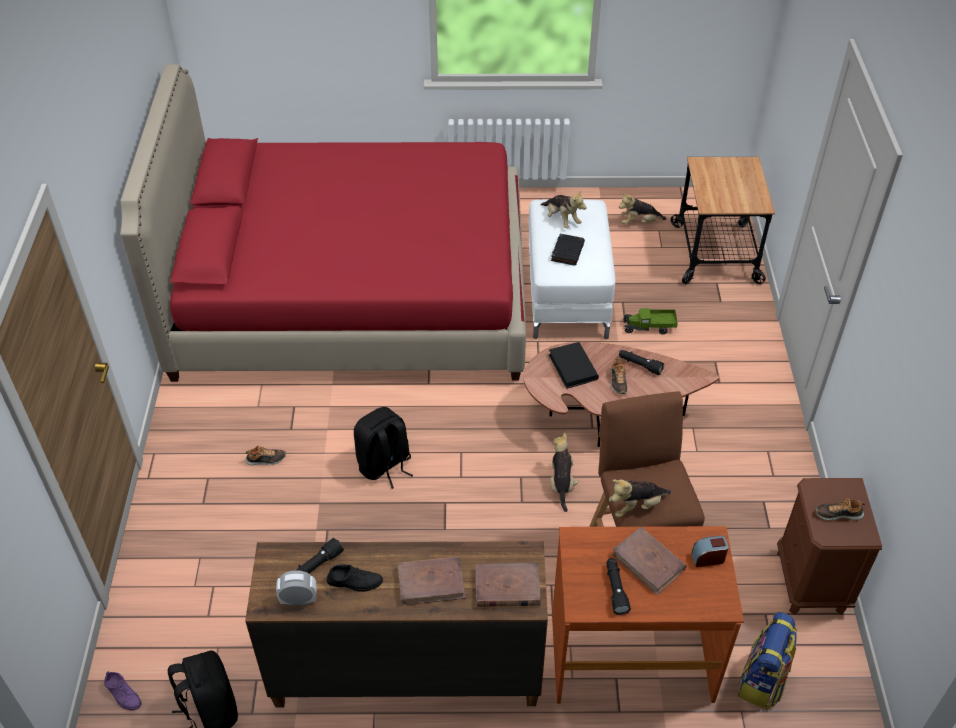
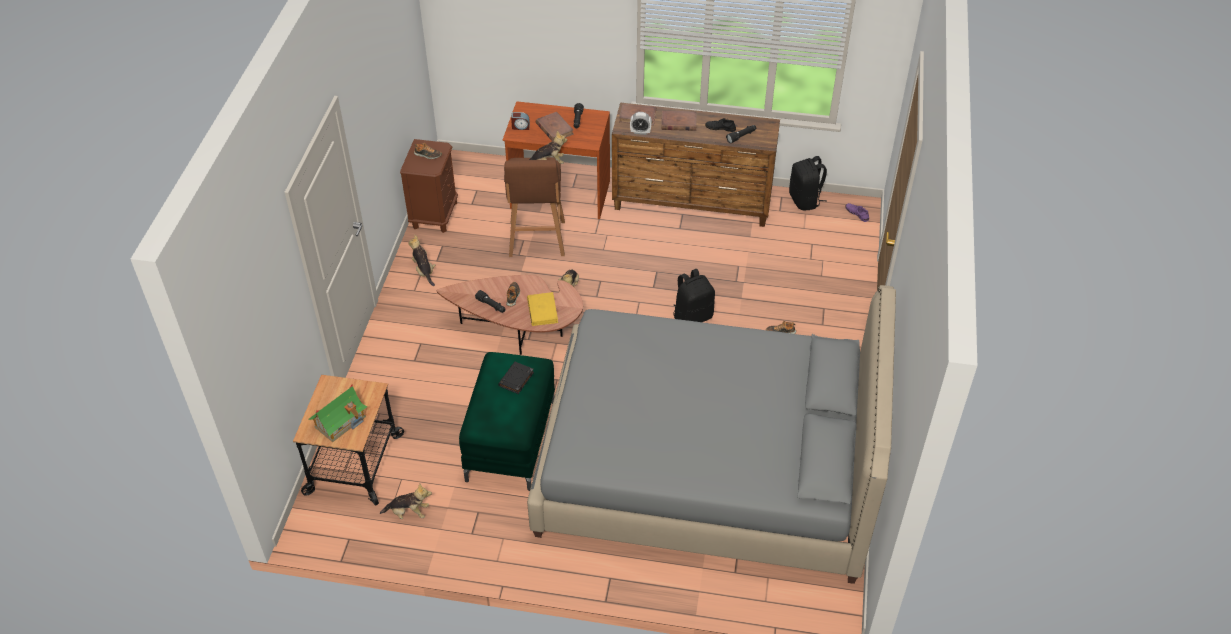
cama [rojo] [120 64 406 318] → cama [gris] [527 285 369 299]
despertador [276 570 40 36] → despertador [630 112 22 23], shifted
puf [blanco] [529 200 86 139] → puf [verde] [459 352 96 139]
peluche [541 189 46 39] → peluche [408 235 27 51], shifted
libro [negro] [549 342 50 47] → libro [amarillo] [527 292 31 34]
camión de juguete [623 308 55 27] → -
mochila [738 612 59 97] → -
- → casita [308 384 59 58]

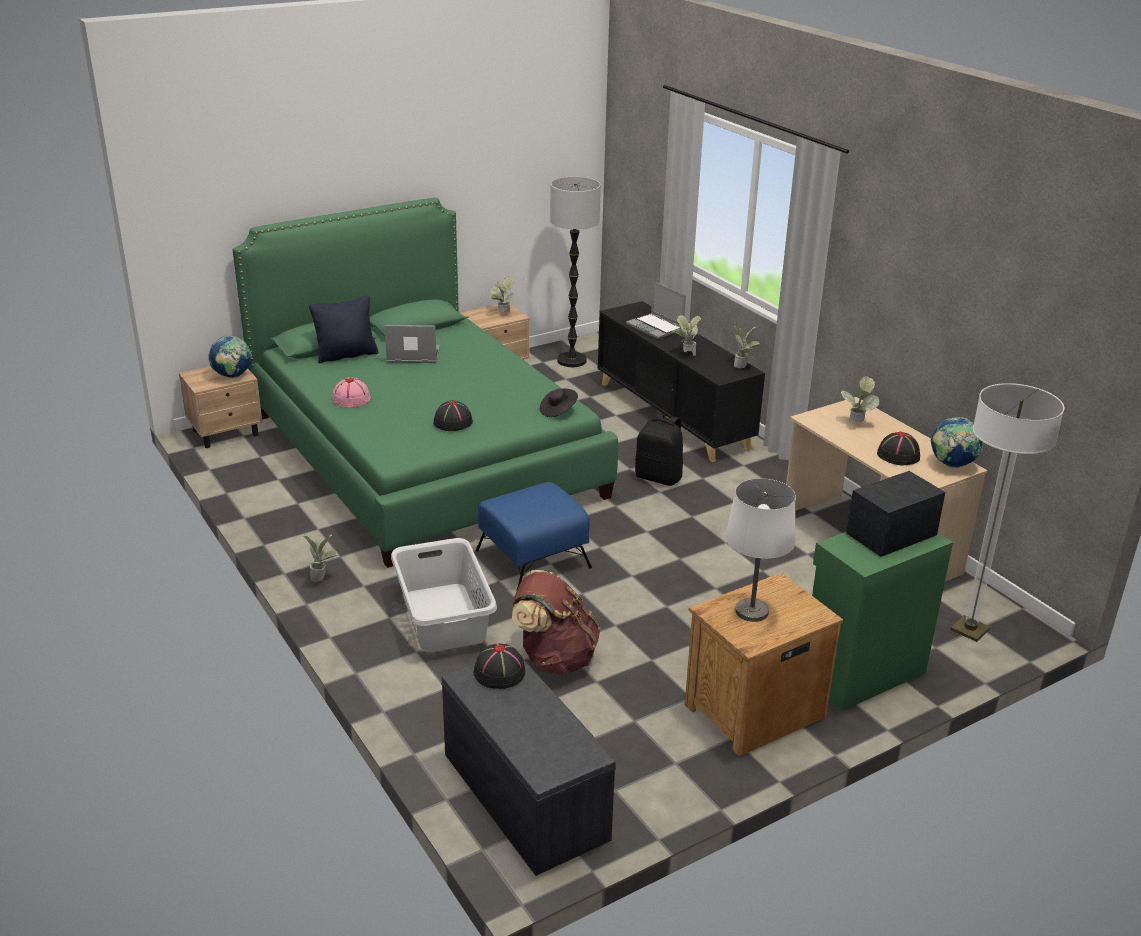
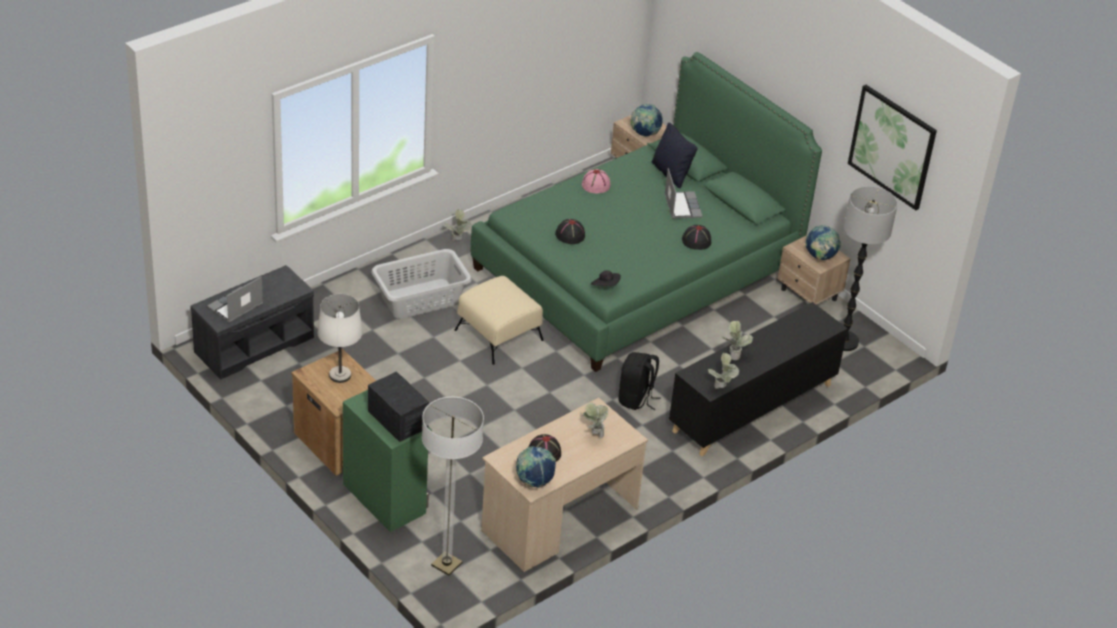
sombrero [negro] [474 644 51 45] → sombrero [negro] [682 225 29 25], shifted
puf [azul] [476 482 116 110] → puf [beis] [455 276 89 89]
planta en maceta [490 277 24 36] → globo terráqueo [805 225 36 35]
mochila [marrón] [512 570 88 104] → -
portátil [626 281 60 58] → portátil [207 276 56 47], shifted
- → cuadro [848 85 89 125]

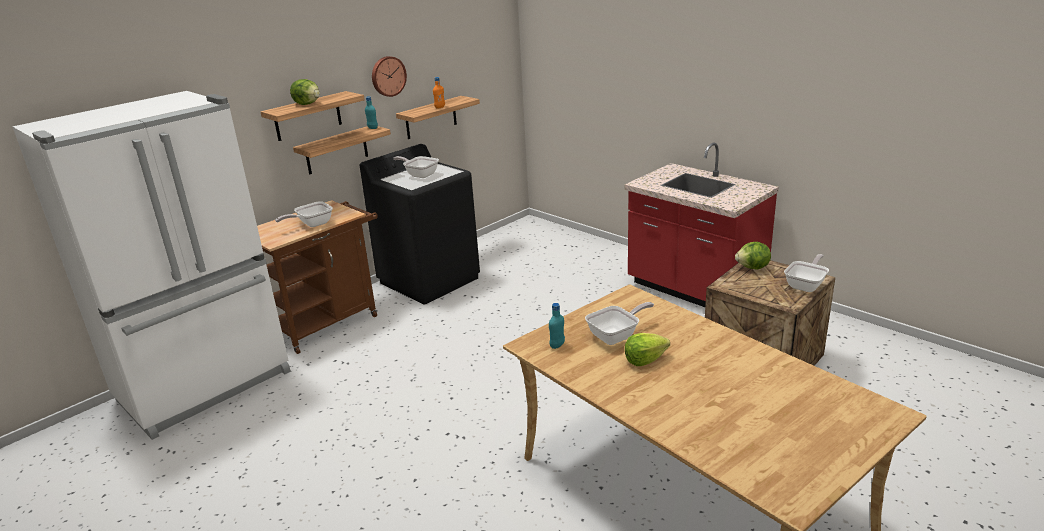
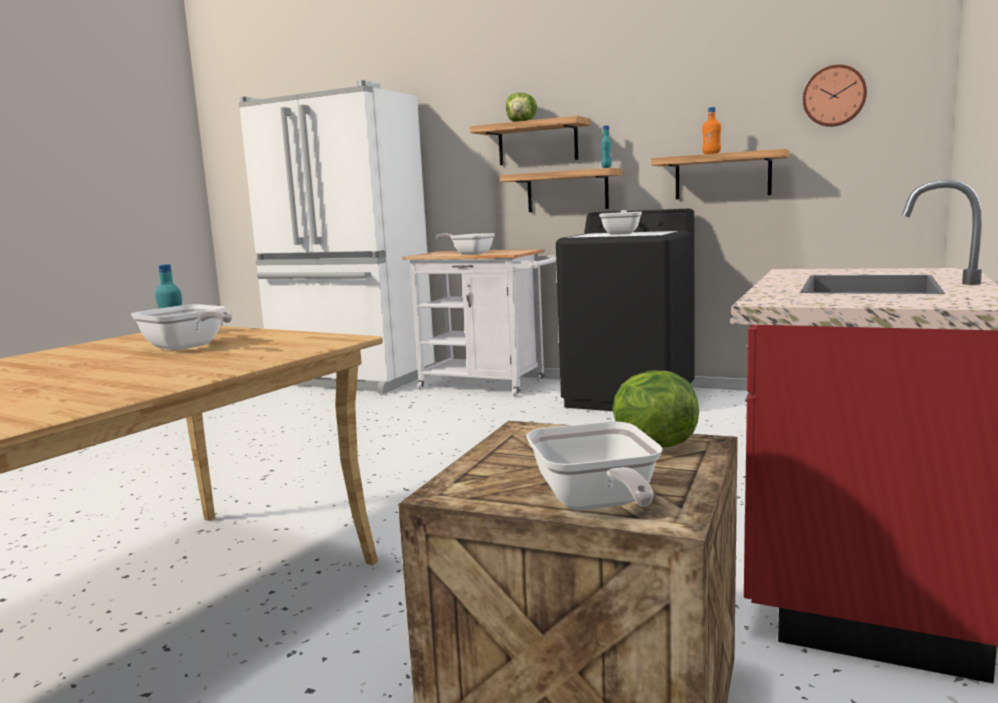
carrito [marrón] [257 200 121 154] → carrito [blanco] [402 249 154 148]
reloj de pared [372 56 35 41] → reloj de pared [803 65 64 62], shifted
lechuga [625 333 45 33] → -
sartén [784 254 45 38] → sartén [526 421 137 90], 60 degrees clockwise

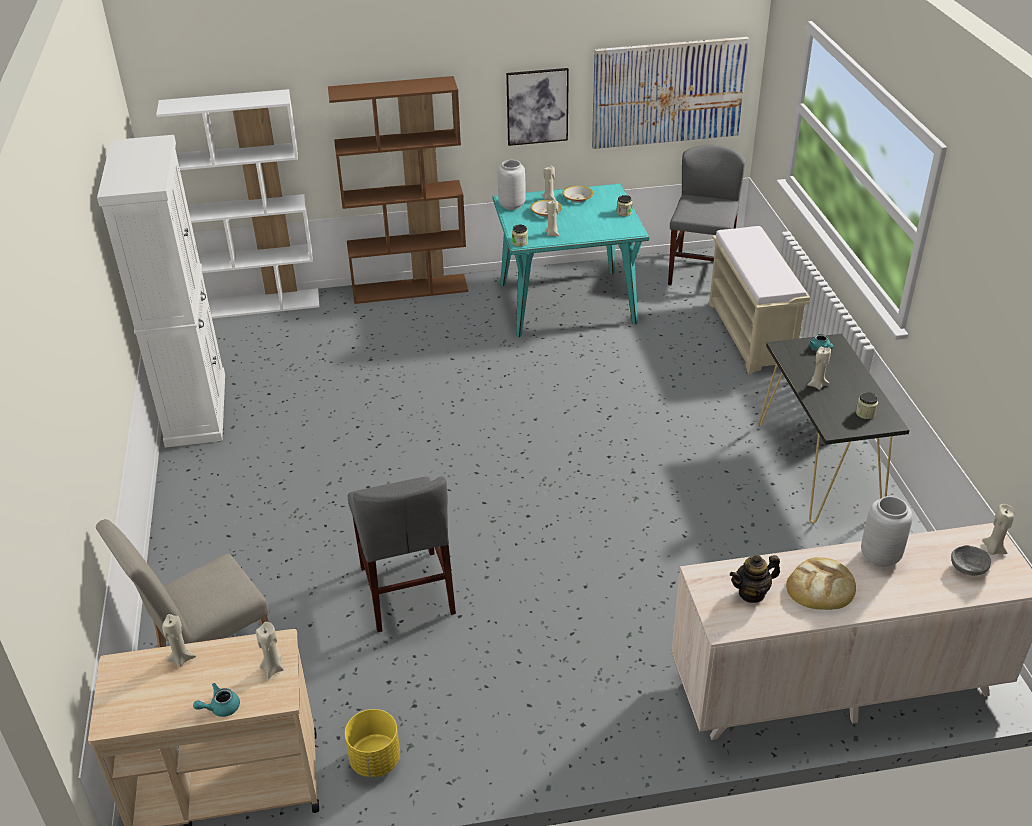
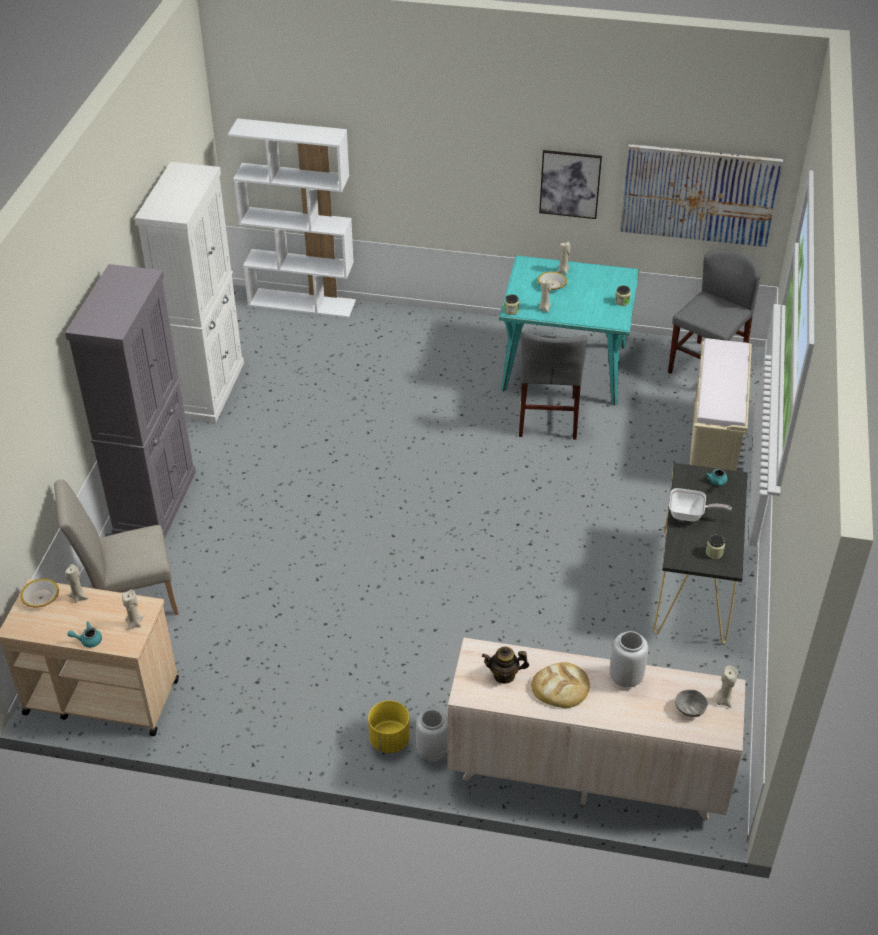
estantería [marrón] [328 76 140 228] → -
maceta [amarillo] [345 709 55 68] → maceta [amarillo] [368 701 42 52], shifted
silla [gris] [348 476 108 156] → silla [gris] [519 331 68 109], shifted
florero [gris] [498 160 28 50] → florero [gris] [416 710 32 51], shifted
cuenco [562 186 31 17] → cuenco [20 579 39 29], shifted
vela [beis] [807 347 24 43] → sartén [669 488 63 34]
- → armario [gris] [65 264 131 275]

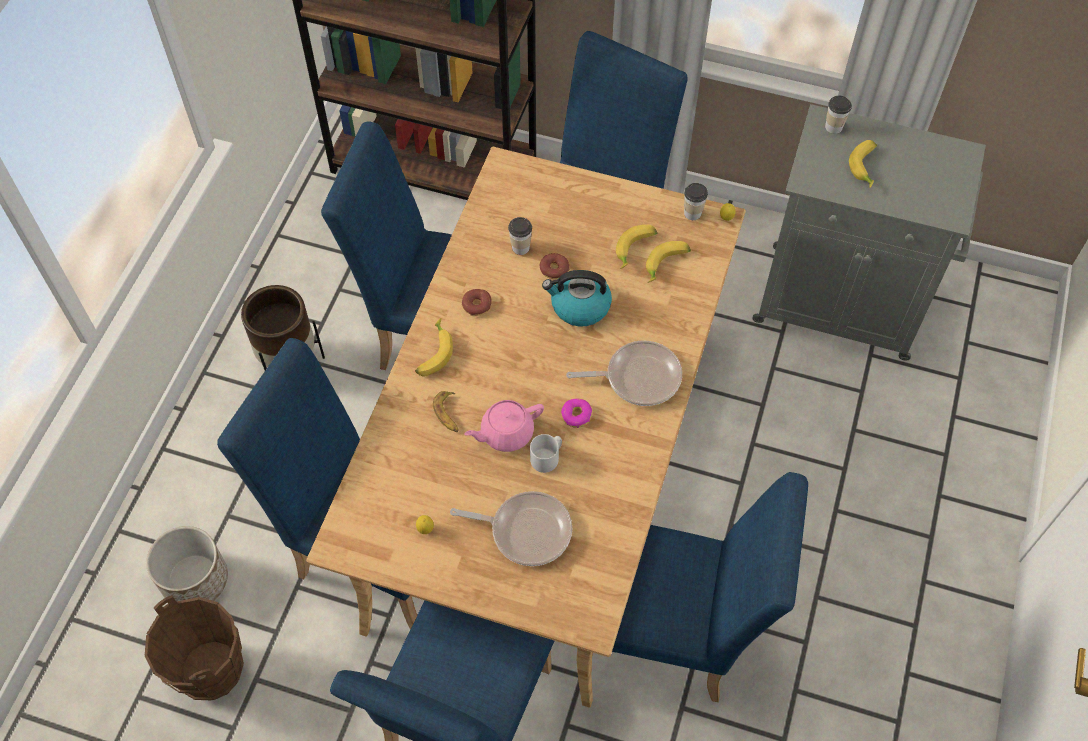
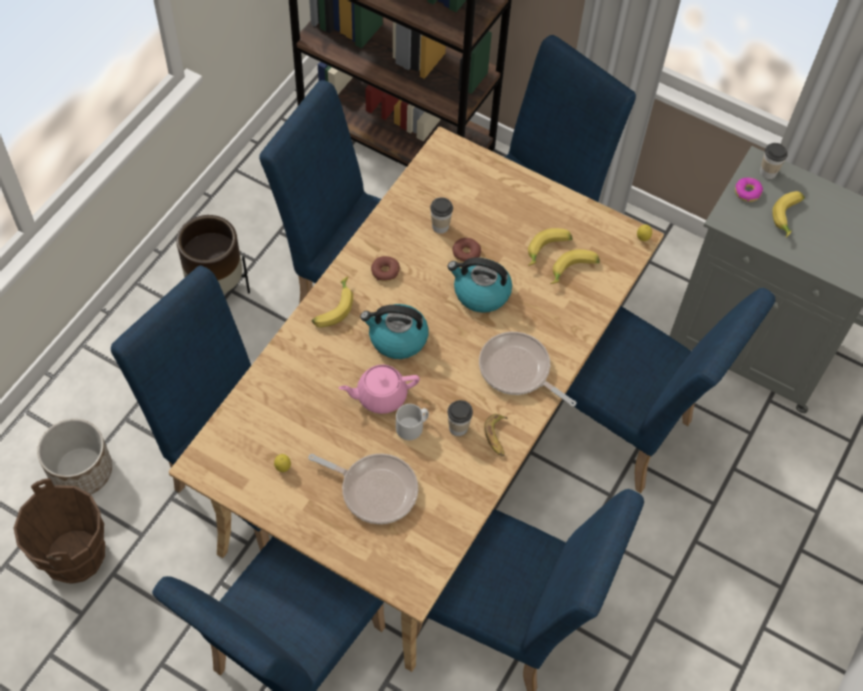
plátano [433 391 26 41] → plátano [484 414 24 43], shifted
rosquilla [561 399 31 29] → rosquilla [735 178 28 24], shifted
sartén [566 340 116 66] → sartén [479 332 97 75], 150 degrees counterclockwise
taza [684 183 24 37] → taza [448 400 25 36], shifted
- → hervidor [360 304 68 55]
- → silla [azul] [566 288 209 205]

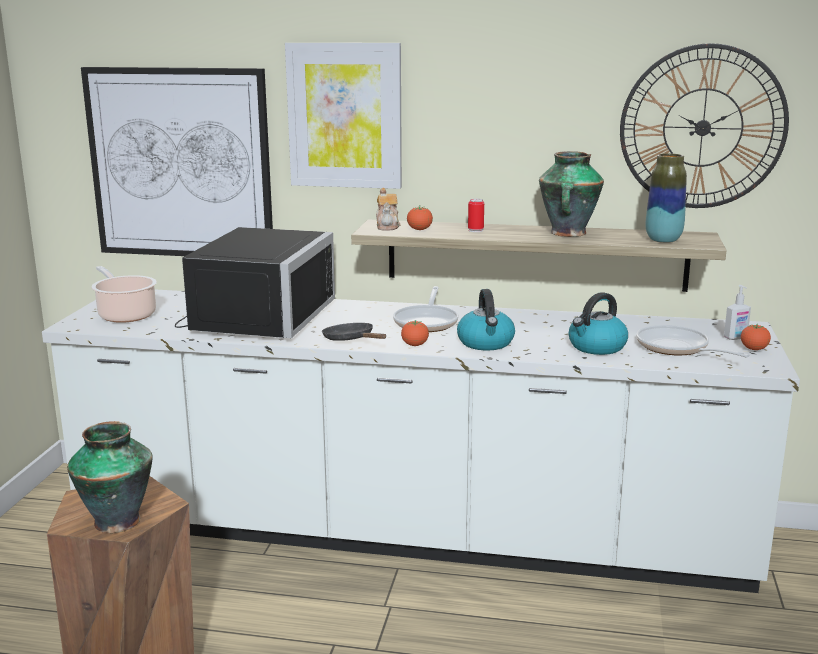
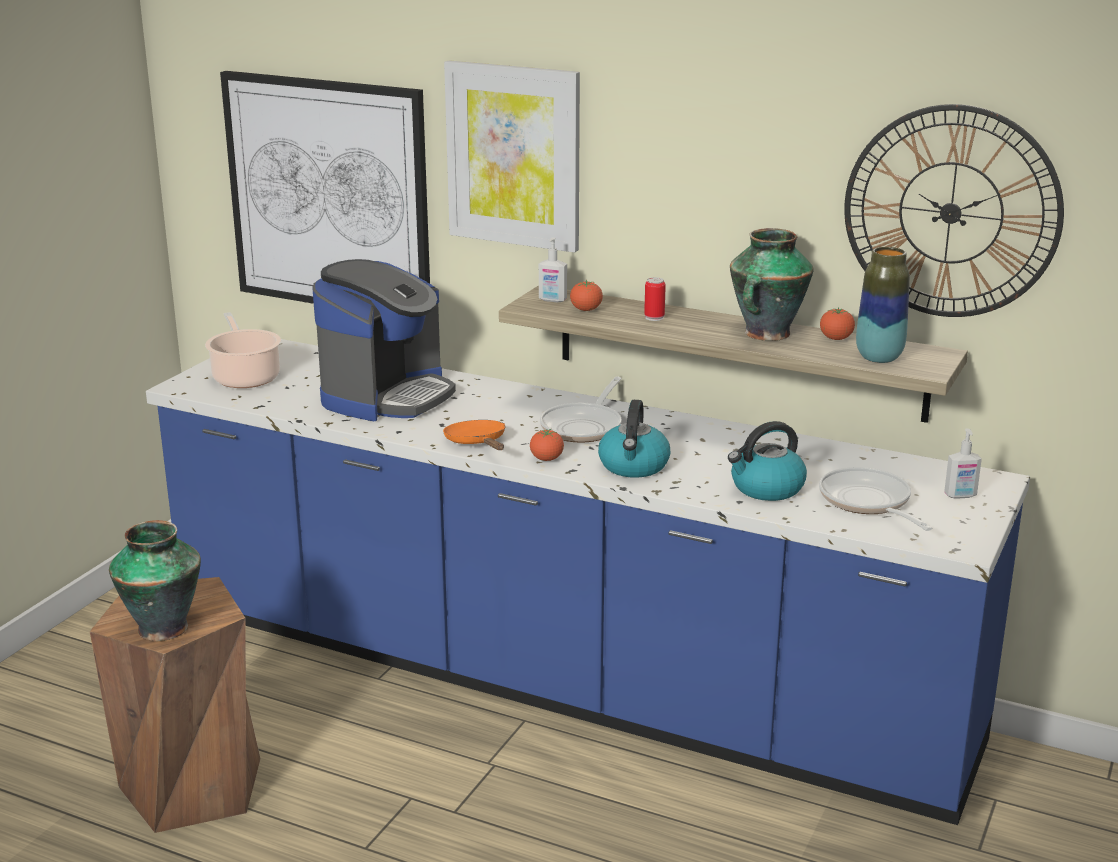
mueble bajo de cocina [blanco] [42 289 758 304] → mueble bajo de cocina [azul] [146 339 884 486]
microondas [negro] [175 227 160 111] → cafetera [312 259 144 162]
sartén [negro] [322 323 64 18] → sartén [naranja] [443 420 63 30]
tetera [376 188 24 43] → dispensador de jabón [539 237 28 65]
tomate [741 323 30 27] → tomate [820 307 35 33], shifted

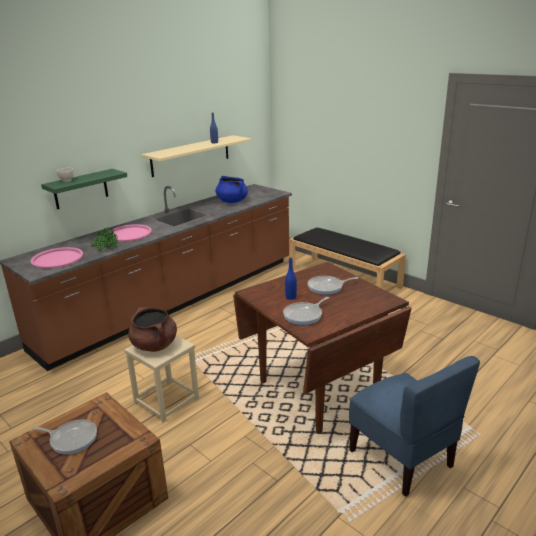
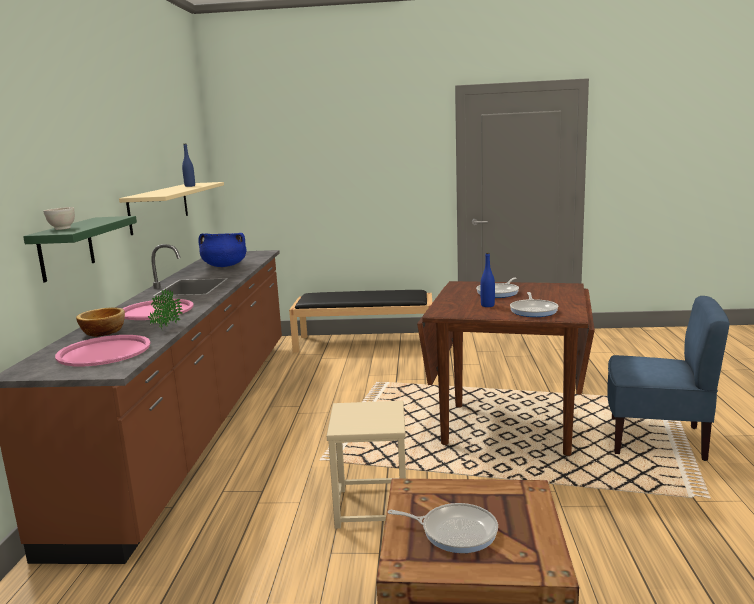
sartén [32 419 65 35] → sartén [388 503 110 50], 45 degrees clockwise
olla [marrón] [129 307 48 45] → -
- → cuenco [76 307 49 30]

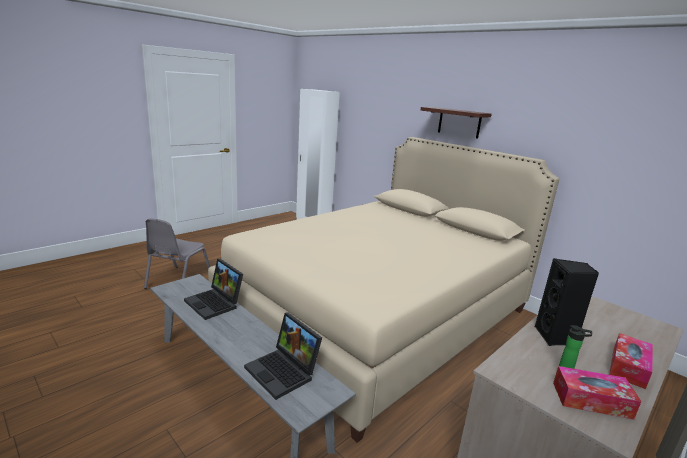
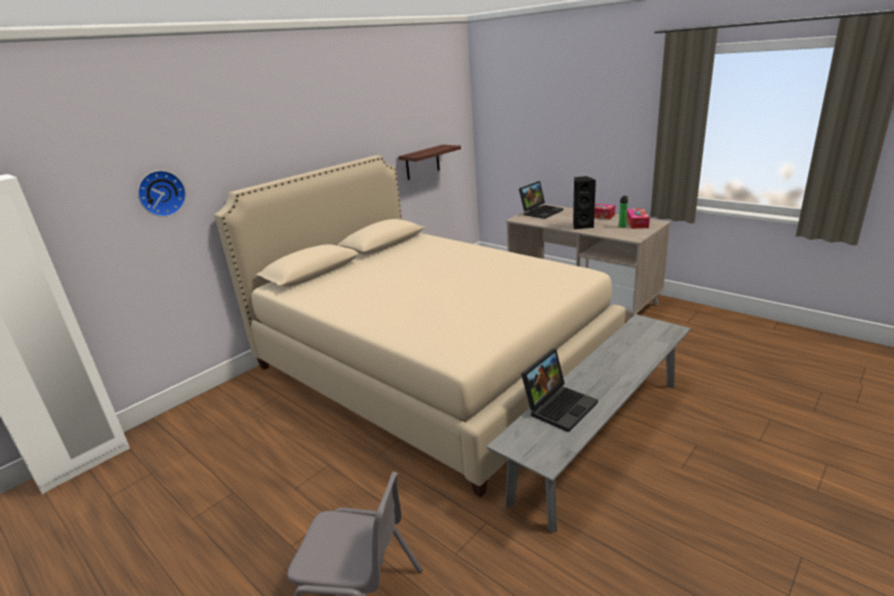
portátil [244 312 78 88] → portátil [519 181 44 38], shifted
estante [421 107 71 32] → estante [398 145 63 35], shifted
- → reloj de pared [138 170 48 47]

